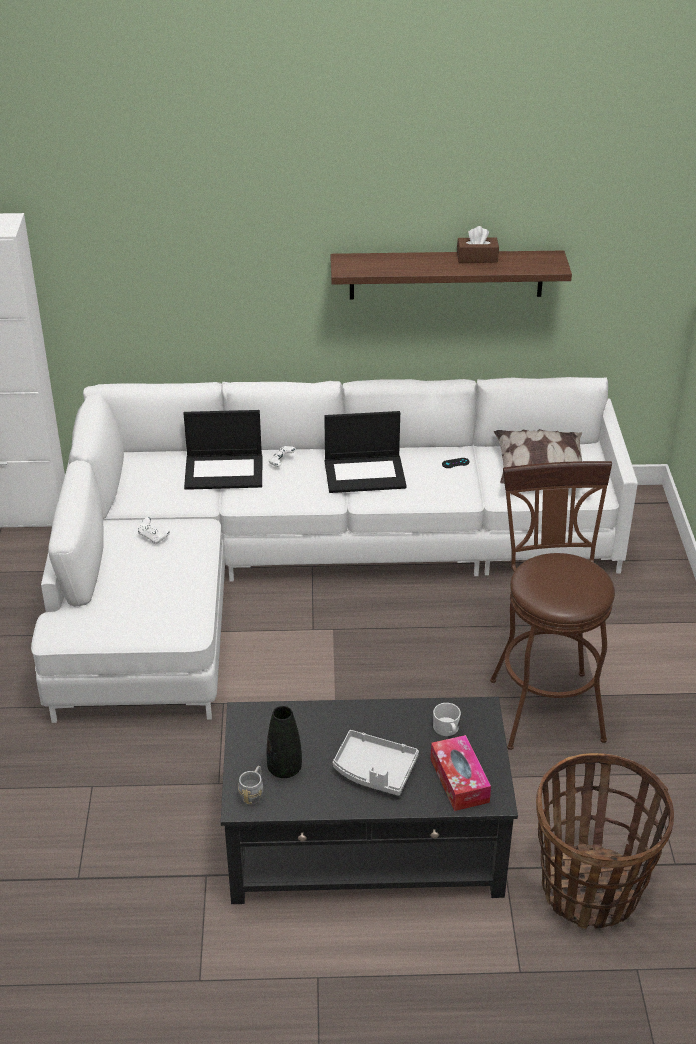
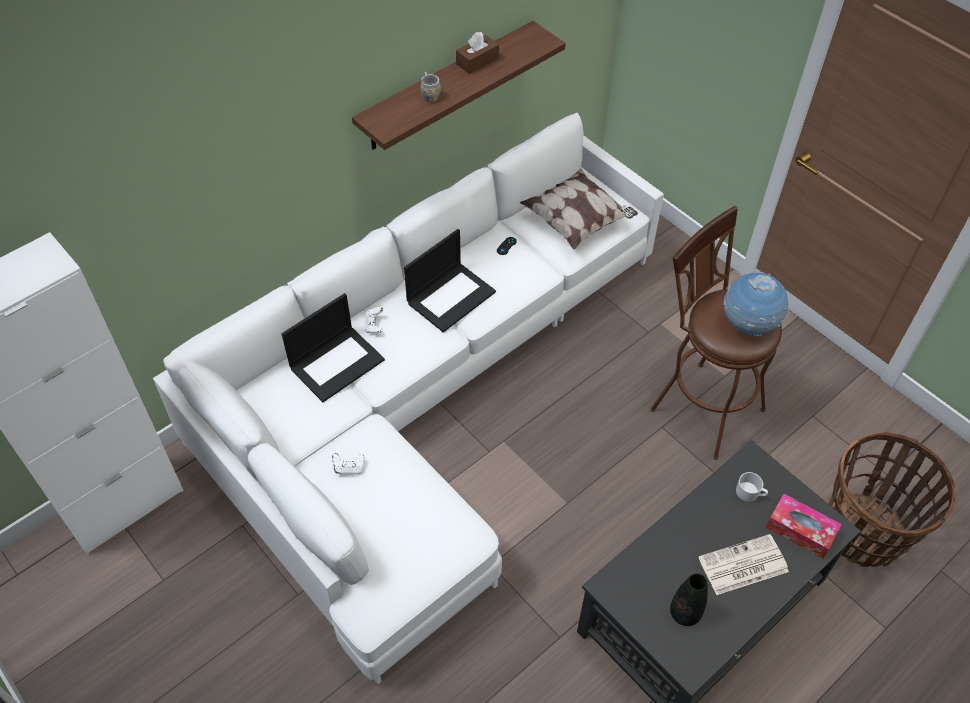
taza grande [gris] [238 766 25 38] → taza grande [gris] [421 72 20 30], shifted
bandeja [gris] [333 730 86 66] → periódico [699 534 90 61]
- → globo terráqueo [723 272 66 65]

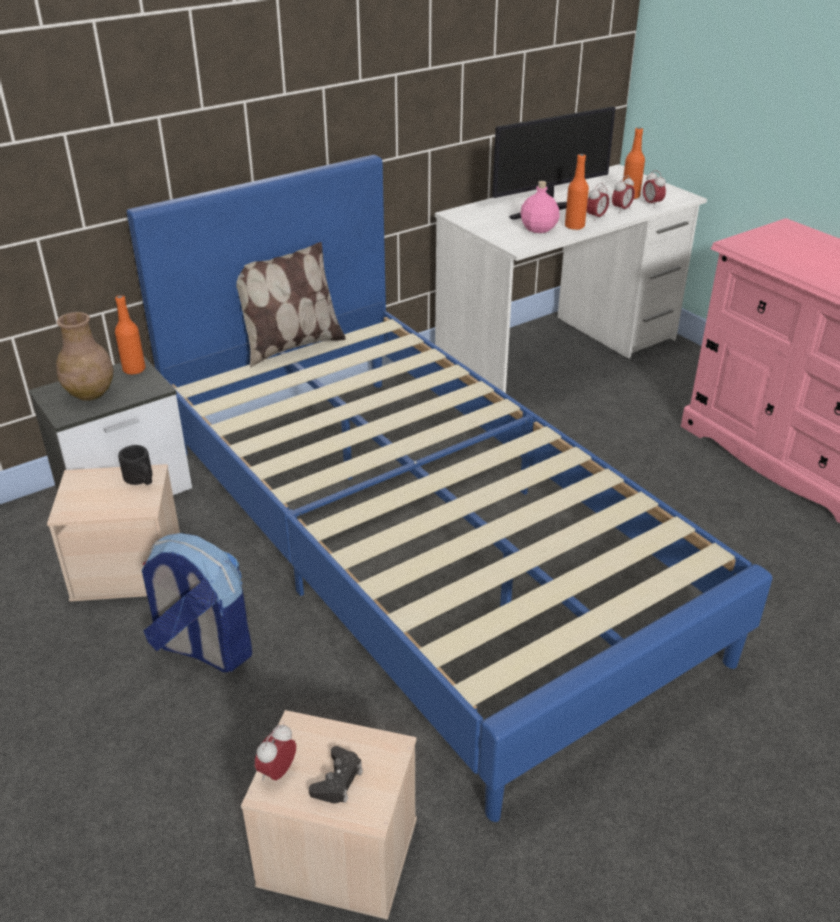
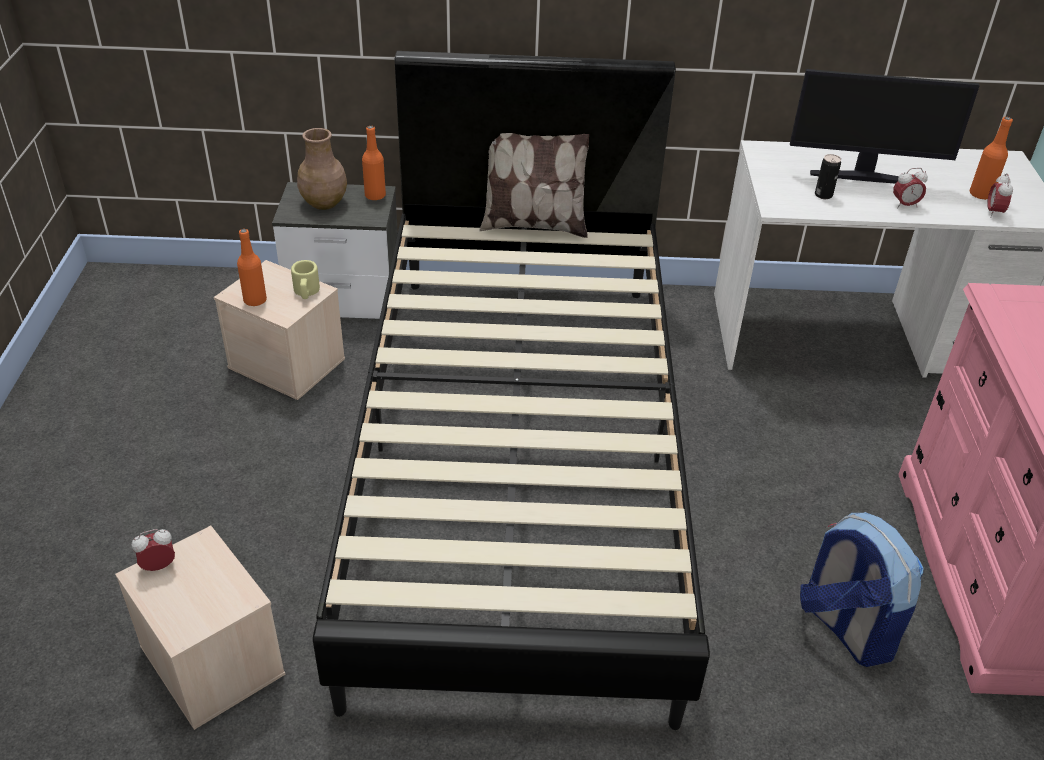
taza grande [negro] [118 445 35 40] → taza grande [beis] [291 260 29 39]
cama [azul] [127 155 645 667] → cama [negro] [313 51 397 679]
mochila [142 533 110 139] → mochila [800 512 124 155], shifted
mando de consola [negro] [309 746 54 57] → -
botella [rosa] [520 181 39 52] → lata [815 154 26 45]
botella [naranja] [565 154 24 76] → botella [naranja] [237 229 30 77], shifted
despertador [612 175 23 38] → -

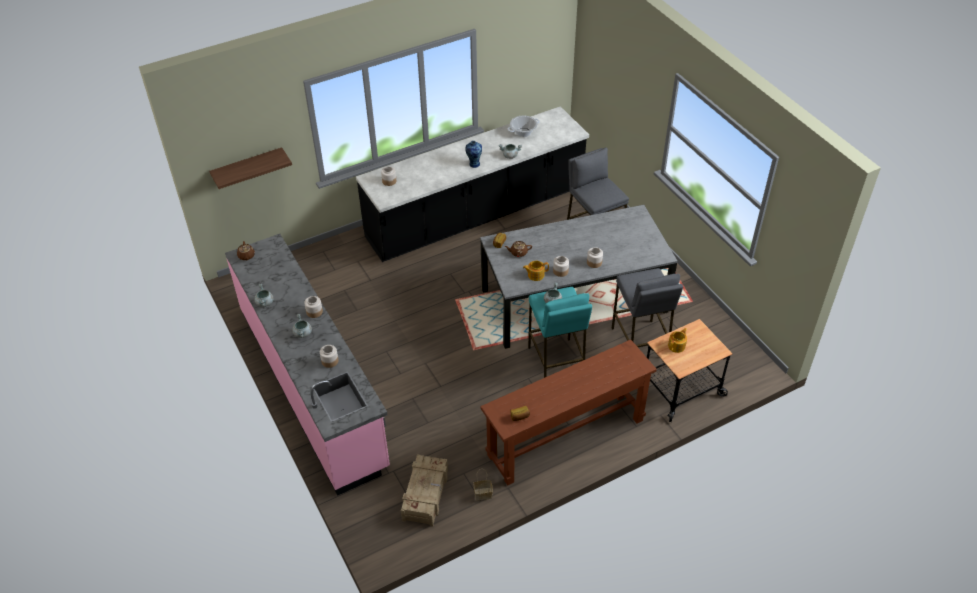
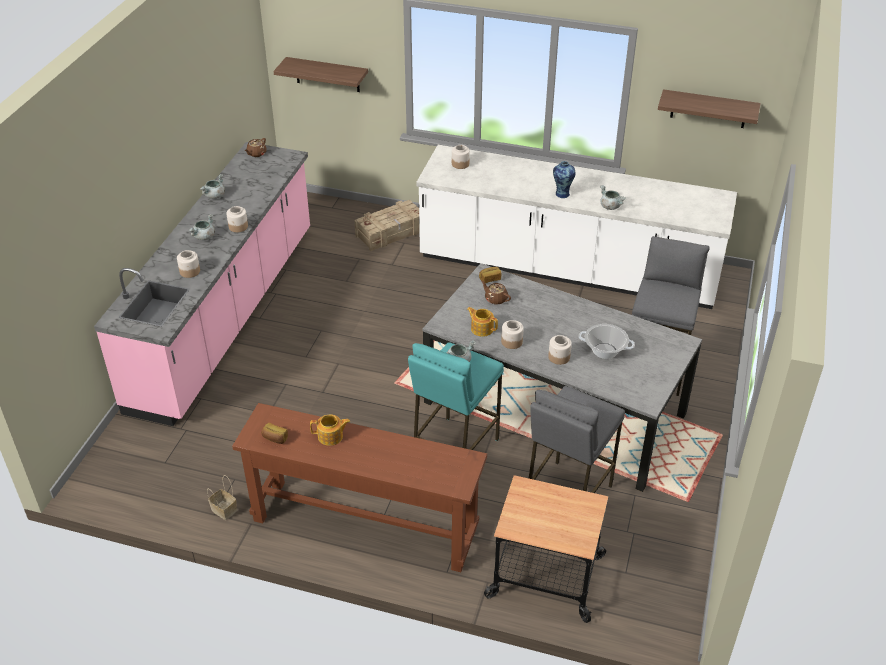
mueble bajo de cocina [negro] [356 106 233 156] → mueble bajo de cocina [blanco] [416 145 321 164]
caja de embalaje [401 454 47 72] → caja de embalaje [354 200 66 51], shifted
olla [508 116 32 21] → olla [578 324 57 35], shifted
tetera [668 328 19 25] → tetera [310 415 40 31], shifted
- → estante [658 89 103 39]

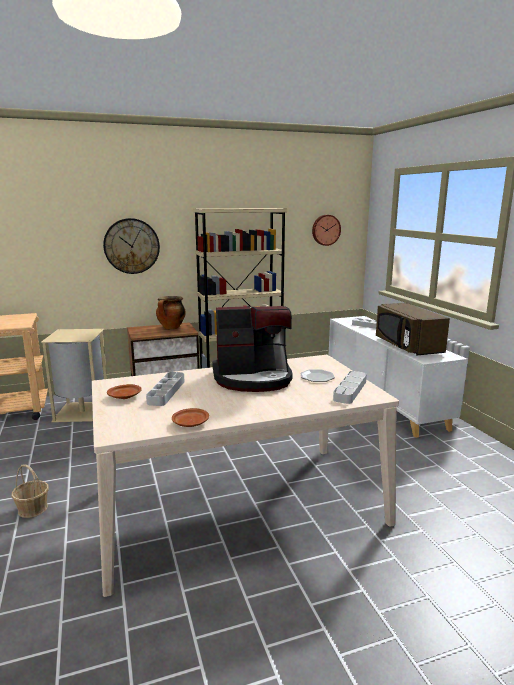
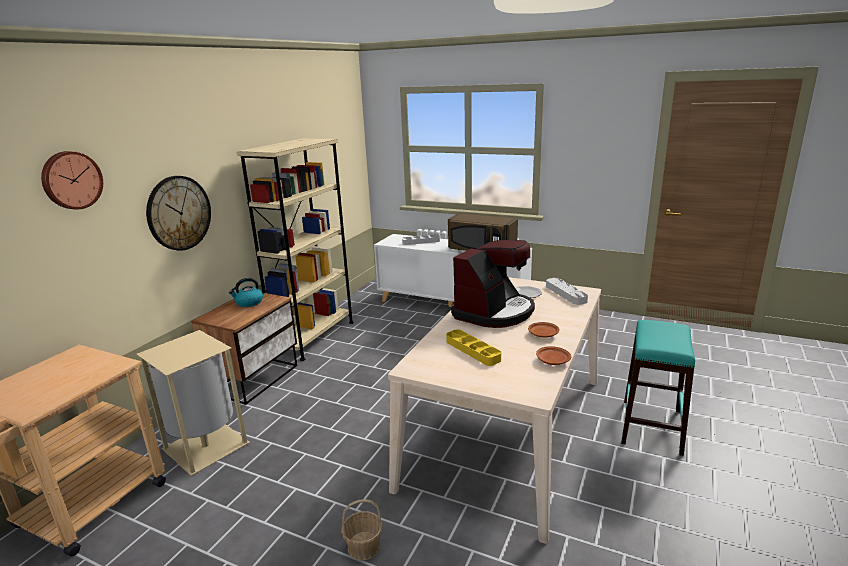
plato [marrón] [107 384 35 15] → plato [marrón] [528 322 32 15], shifted
bandeja [gris] [146 372 39 34] → bandeja [amarillo] [446 329 55 37]
olla [156 296 30 33] → hervidor [229 278 34 29]
reloj de pared [312 215 29 31] → reloj de pared [41 151 62 58], shifted
- → taburete [turquesa] [621 320 74 136]

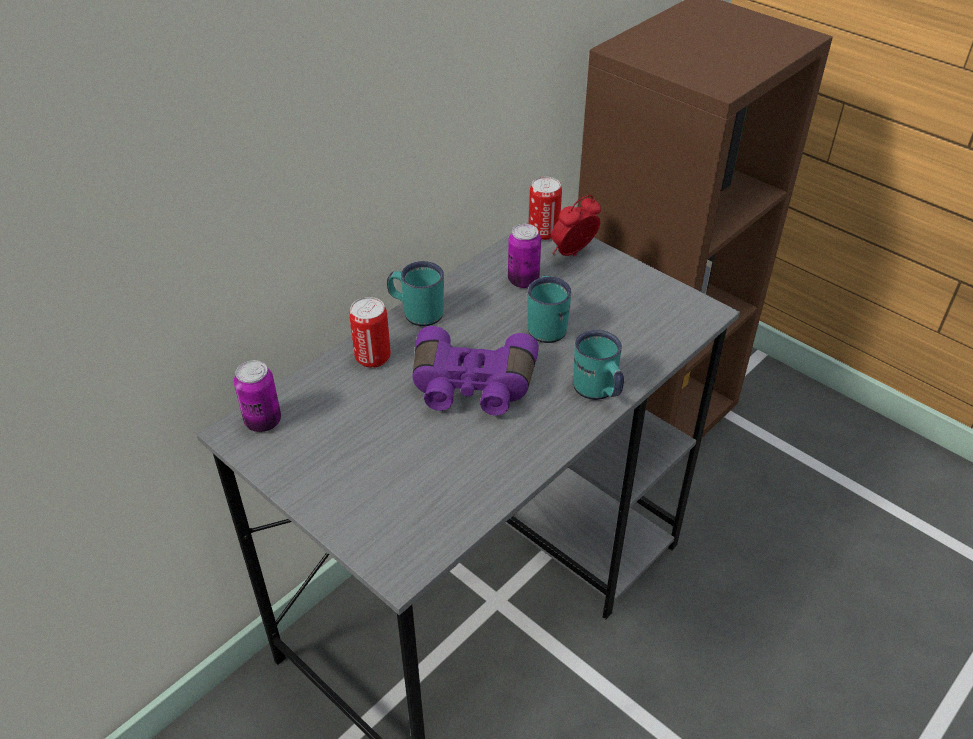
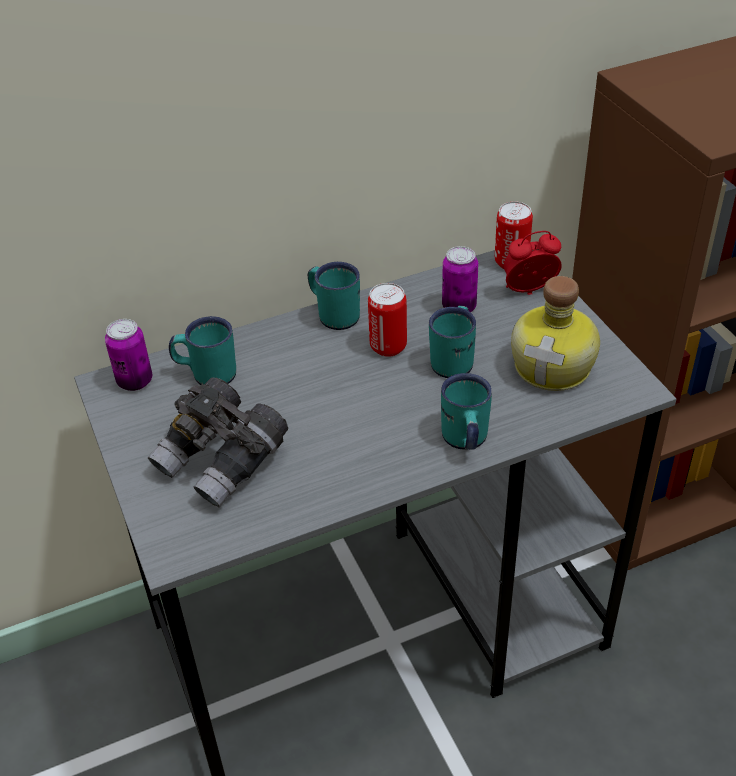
lata [349 297 42 71] → lata [368 283 39 74], shifted
prismáticos [morado] [412 326 127 90] → -
- → prismáticos [gris] [148 377 140 131]
- → taza grande [turquesa] [169 316 67 69]
- → botella [511 276 89 115]

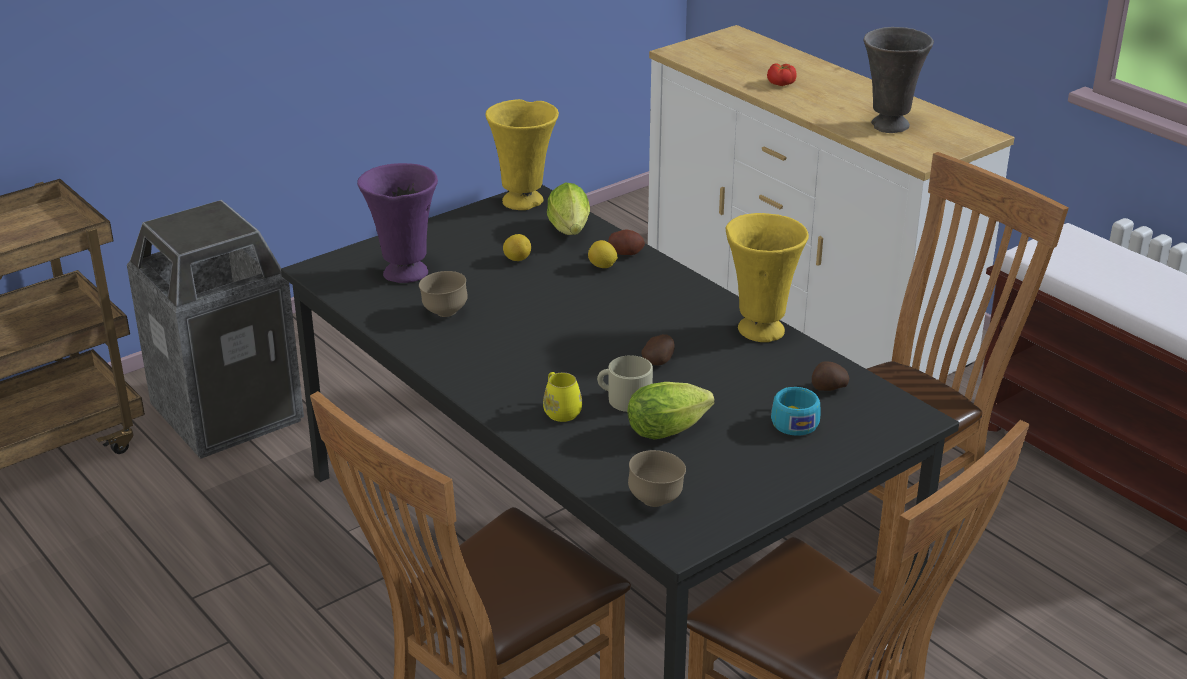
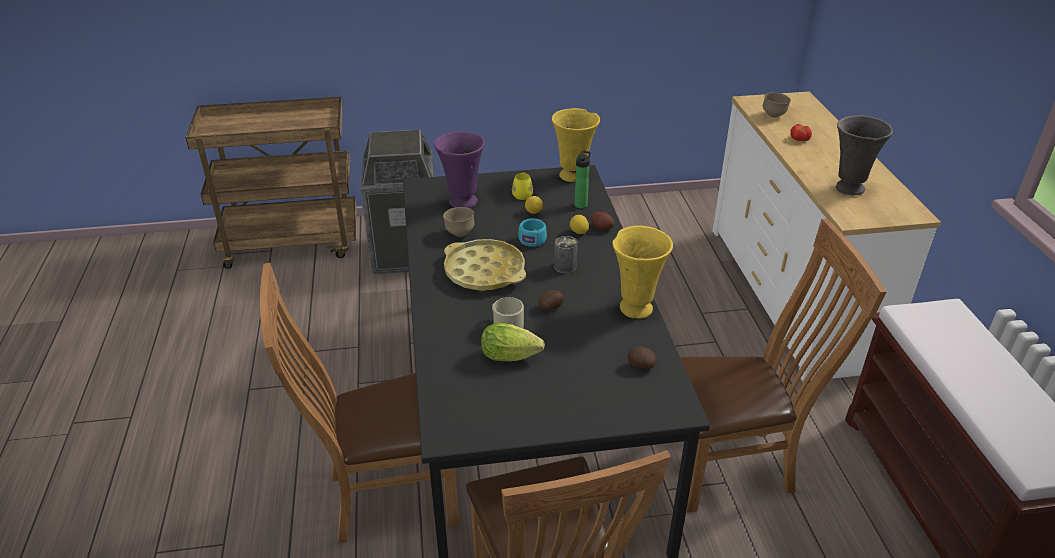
taza grande [amarillo] [543 372 39 50] → taza grande [amarillo] [512 172 21 28], shifted
lechuga [547 182 43 53] → botella [575 151 16 57]
cuenco [marrón] [628 450 58 57] → cuenco [marrón] [763 92 28 26], shifted
taza [turquesa] [771 387 49 49] → taza [turquesa] [518 218 29 29], shifted
- → bandeja [amarillo] [444 239 82 52]
- → lata [554 236 24 38]

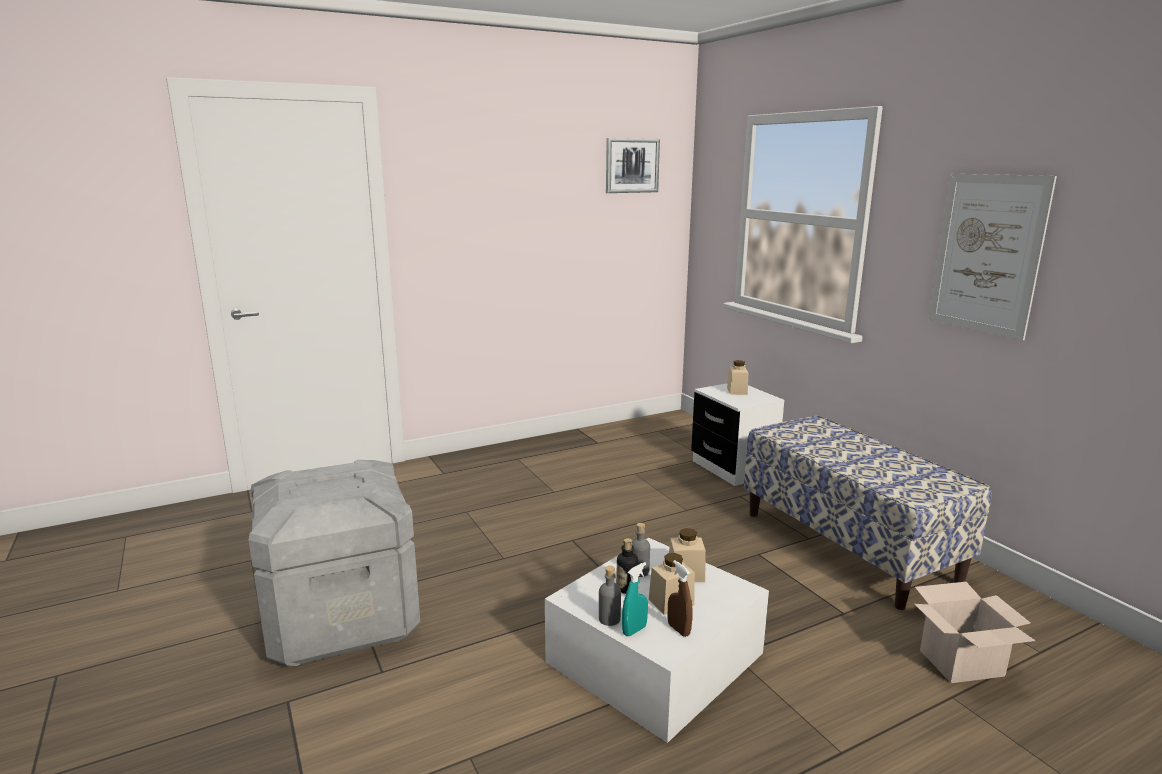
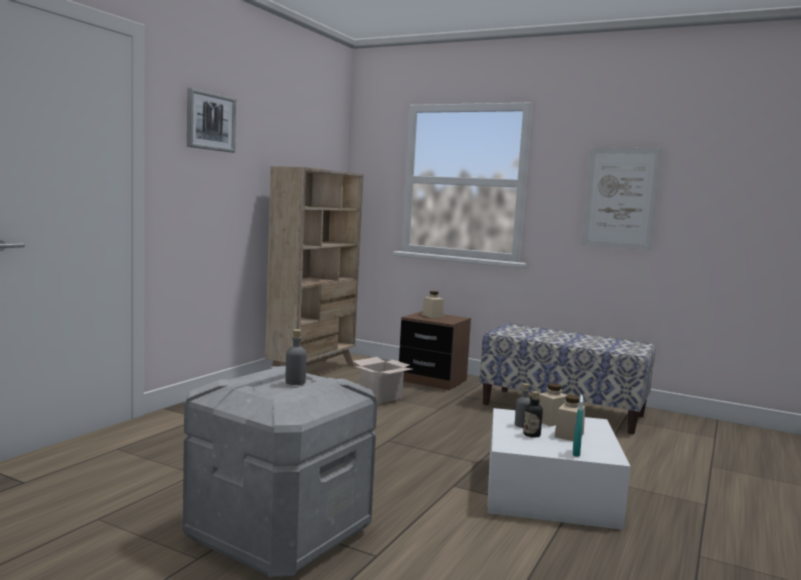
botella [gris] [599 566 22 60] → botella [gris] [285 329 22 56], shifted
cuadro [606 138 54 55] → cuadro [187 88 49 65], shifted
pulverizador [marrón] [668 560 25 77] → -
mesita de noche [blanco] [691 383 93 103] → mesita de noche [marrón] [399 311 72 79]
caja de cartón [914 582 122 101] → caja de cartón [353 357 59 47], shifted
- → estantería [beis] [265 166 98 200]

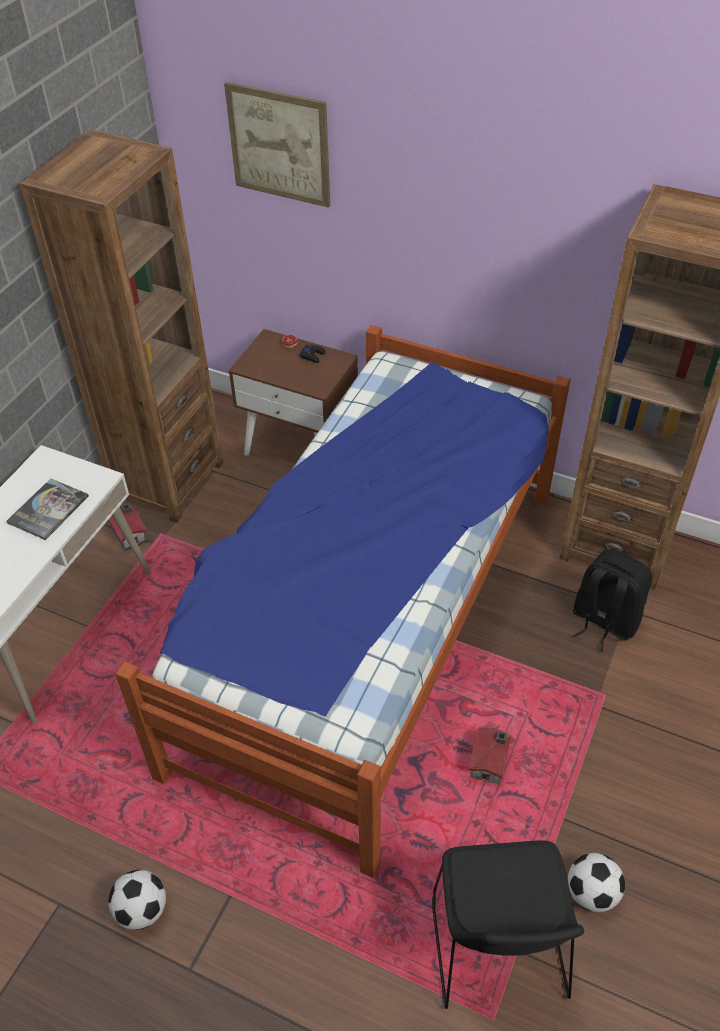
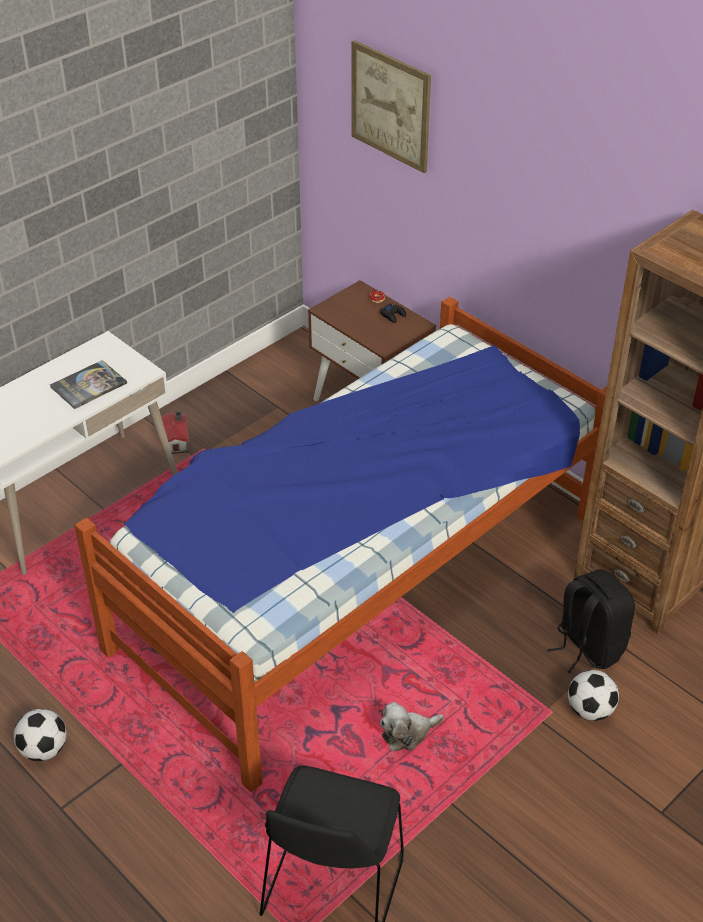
estantería [marrón] [20 129 203 394] → -
casita [469 727 42 57] → peluche [380 702 64 49]
balón de fútbol [568 853 57 59] → balón de fútbol [568 670 51 51], shifted

